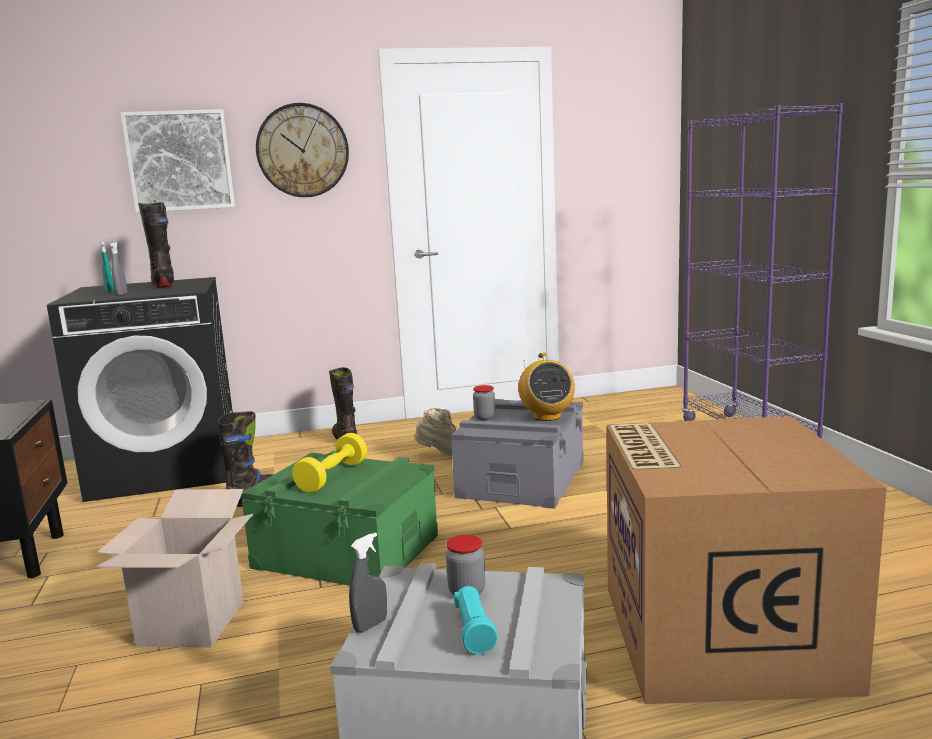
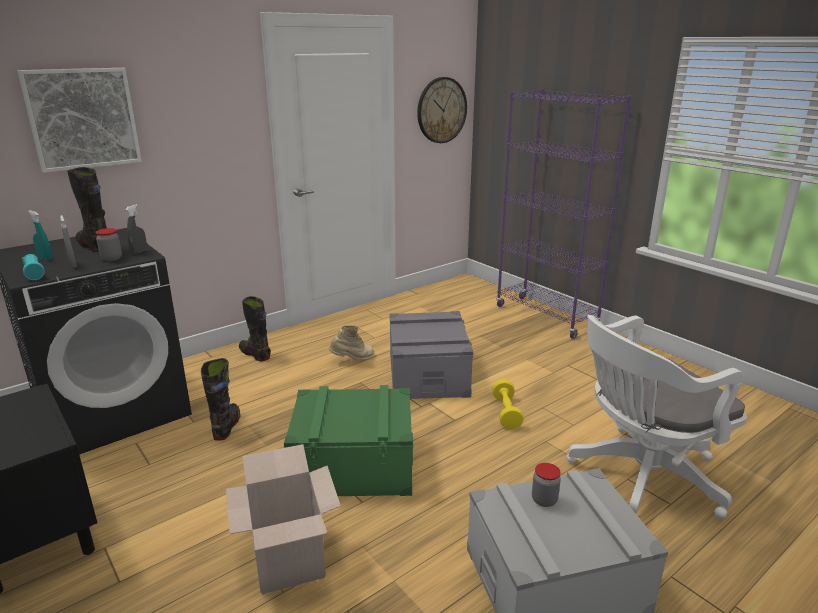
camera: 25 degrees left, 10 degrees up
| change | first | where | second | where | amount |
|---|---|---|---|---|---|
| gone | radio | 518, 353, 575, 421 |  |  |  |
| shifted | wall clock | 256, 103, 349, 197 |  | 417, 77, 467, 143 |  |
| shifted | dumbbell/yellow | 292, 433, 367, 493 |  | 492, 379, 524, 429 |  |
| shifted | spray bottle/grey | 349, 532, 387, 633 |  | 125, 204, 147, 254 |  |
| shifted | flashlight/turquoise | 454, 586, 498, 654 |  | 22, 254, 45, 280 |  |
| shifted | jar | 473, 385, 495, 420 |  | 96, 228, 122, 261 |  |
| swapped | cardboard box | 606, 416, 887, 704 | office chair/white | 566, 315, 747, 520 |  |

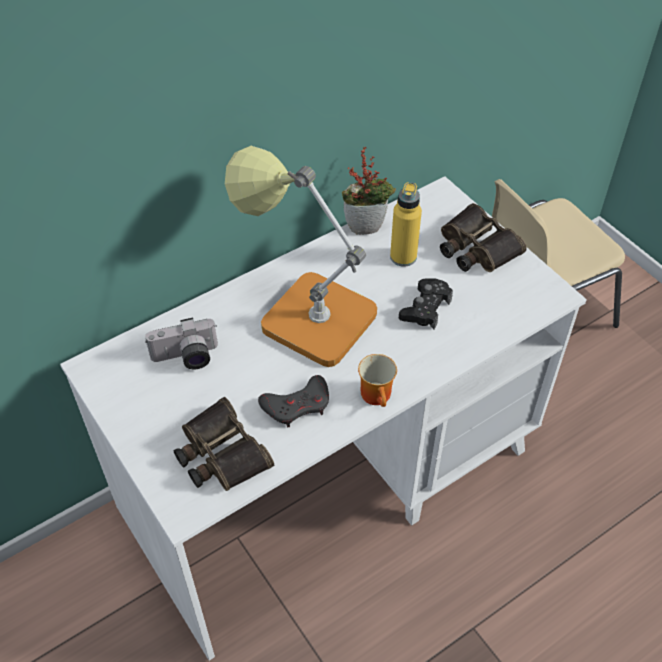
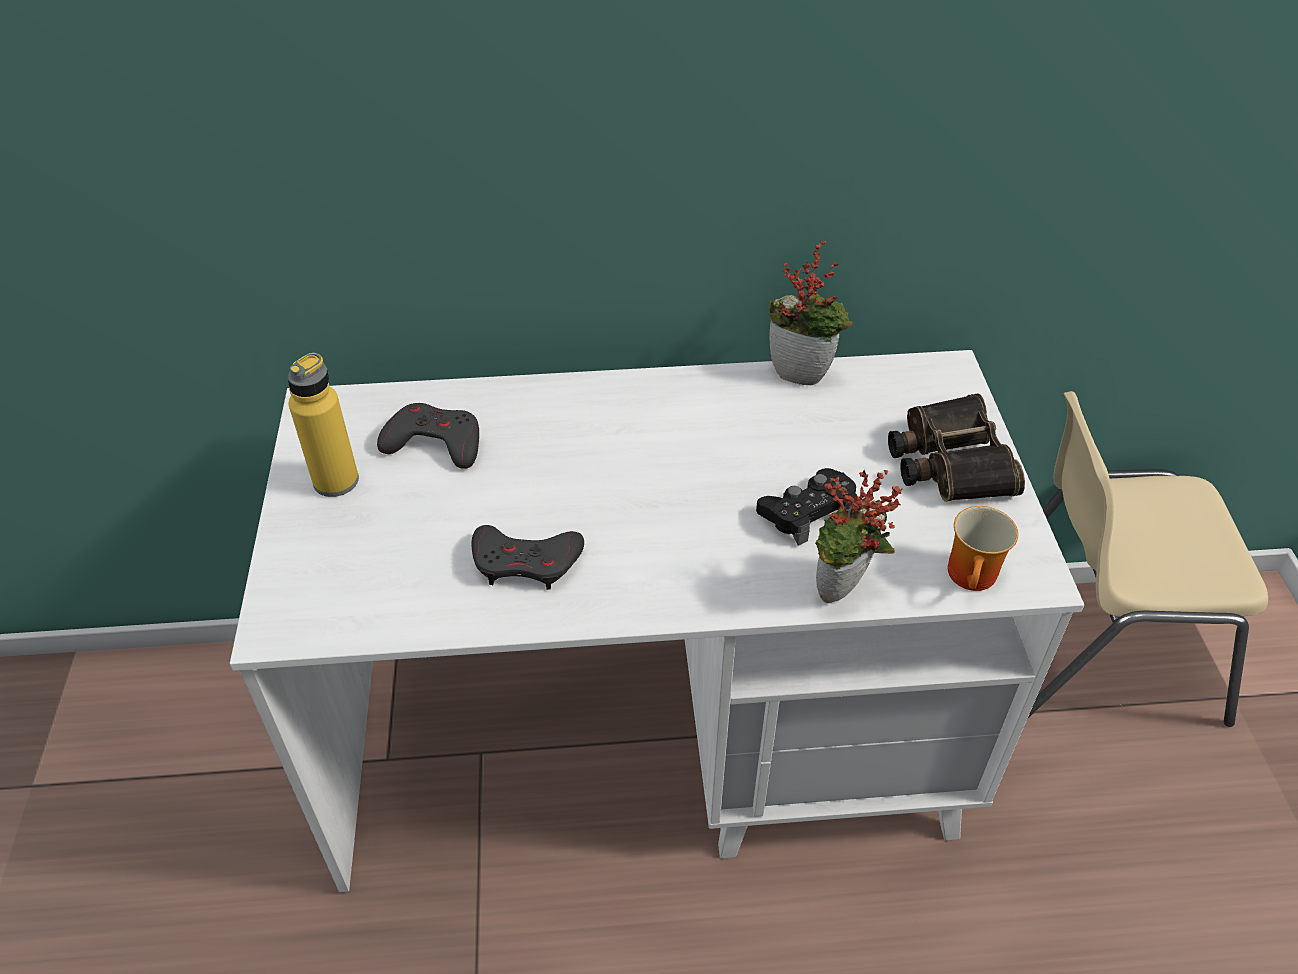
camera: 30 degrees right, 5 degrees down
| change | first | where | second | where | amount |
|---|---|---|---|---|---|
| gone | binoculars | 173, 397, 274, 491 |  |  |  |
| gone | table lamp | 225, 146, 377, 367 |  |  |  |
| new |  |  | potted plant | 815, 470, 903, 603 |  |
| shifted | mug | 358, 354, 397, 407 |  | 948, 506, 1019, 591 |  |
| shifted | bottle/yellow | 390, 182, 422, 267 |  | 288, 353, 359, 497 |  |
| swapped | photo camera | 145, 317, 218, 369 | game controller/grey | 377, 403, 479, 469 |  |

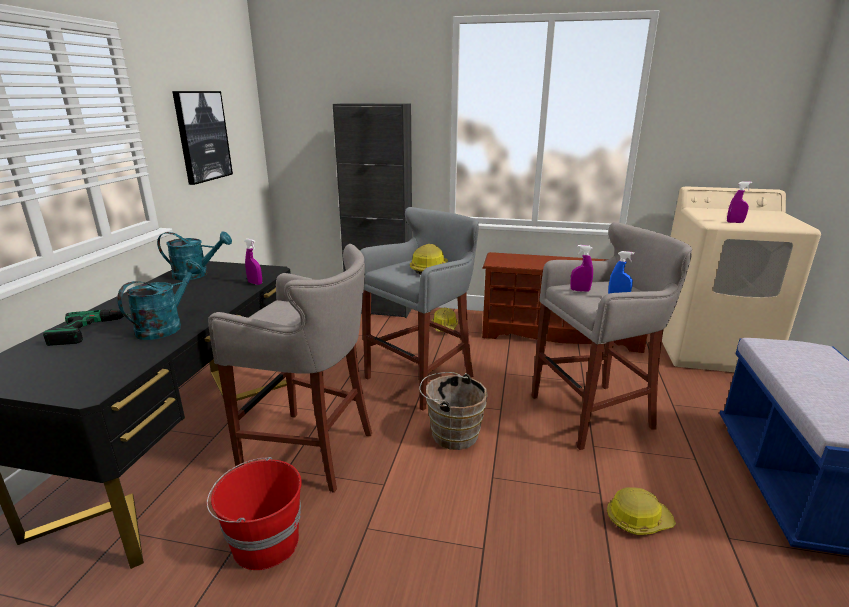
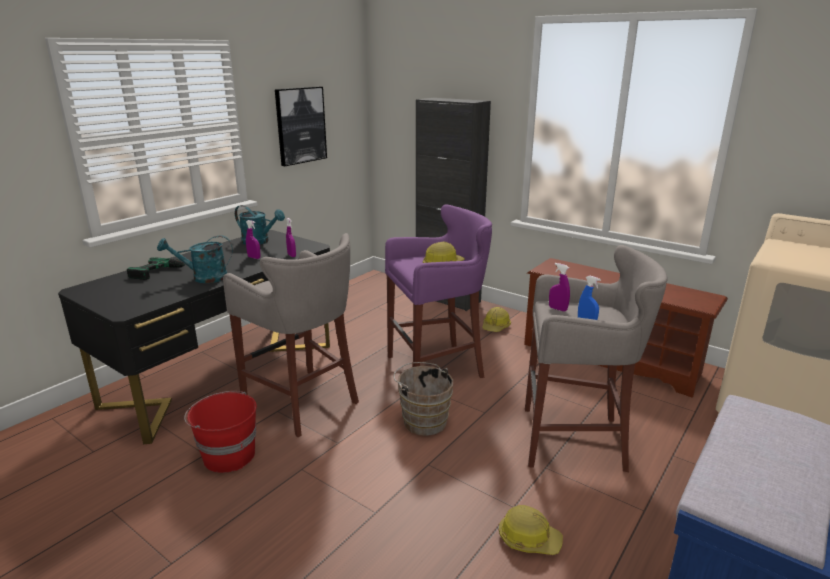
camera: 25 degrees right, 0 degrees up
| change | first | where | second | where | amount |
|---|---|---|---|---|---|
| shifted | spray bottle/purple | 727, 181, 753, 223 |  | 246, 220, 261, 259 |  |
| repainted | stool/grey | 360, 207, 479, 411 | stool/purple | 385, 204, 492, 378 |  |
| rotated | watering can/turquoise | 117, 260, 202, 340 |  | 157, 235, 233, 283 | 150 degrees counterclockwise |

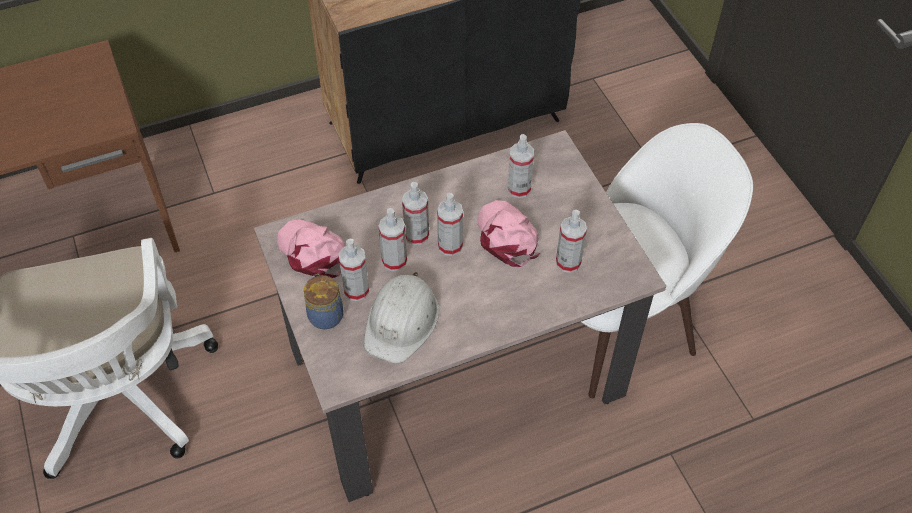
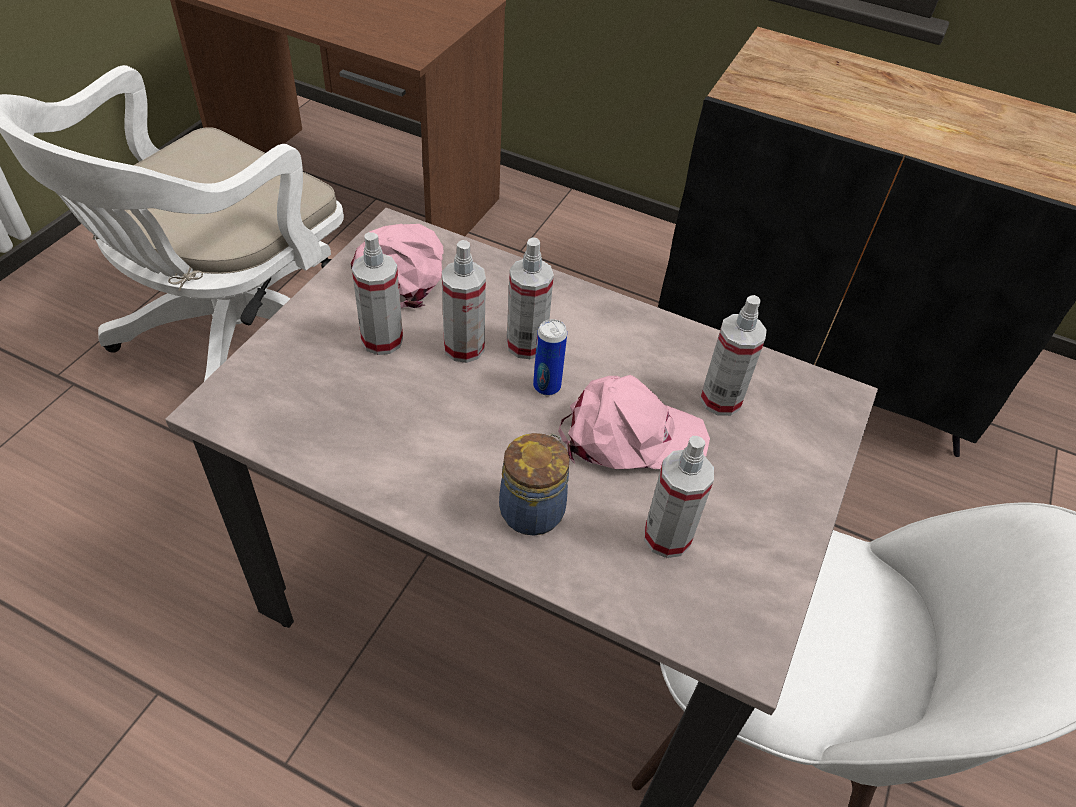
camera: 45 degrees right, 5 degrees down
| change | first | where | second | where | amount |
|---|---|---|---|---|---|
| gone | hard hat/white | 364, 272, 439, 364 |  |  |  |
| shifted | jar | 304, 274, 344, 329 |  | 499, 433, 570, 536 |  |
| swapped | spray bottle | 437, 193, 463, 256 | can | 533, 319, 567, 396 |  |
| rotated | cap/pink | 478, 200, 540, 267 |  | 558, 375, 710, 469 | 60 degrees clockwise |

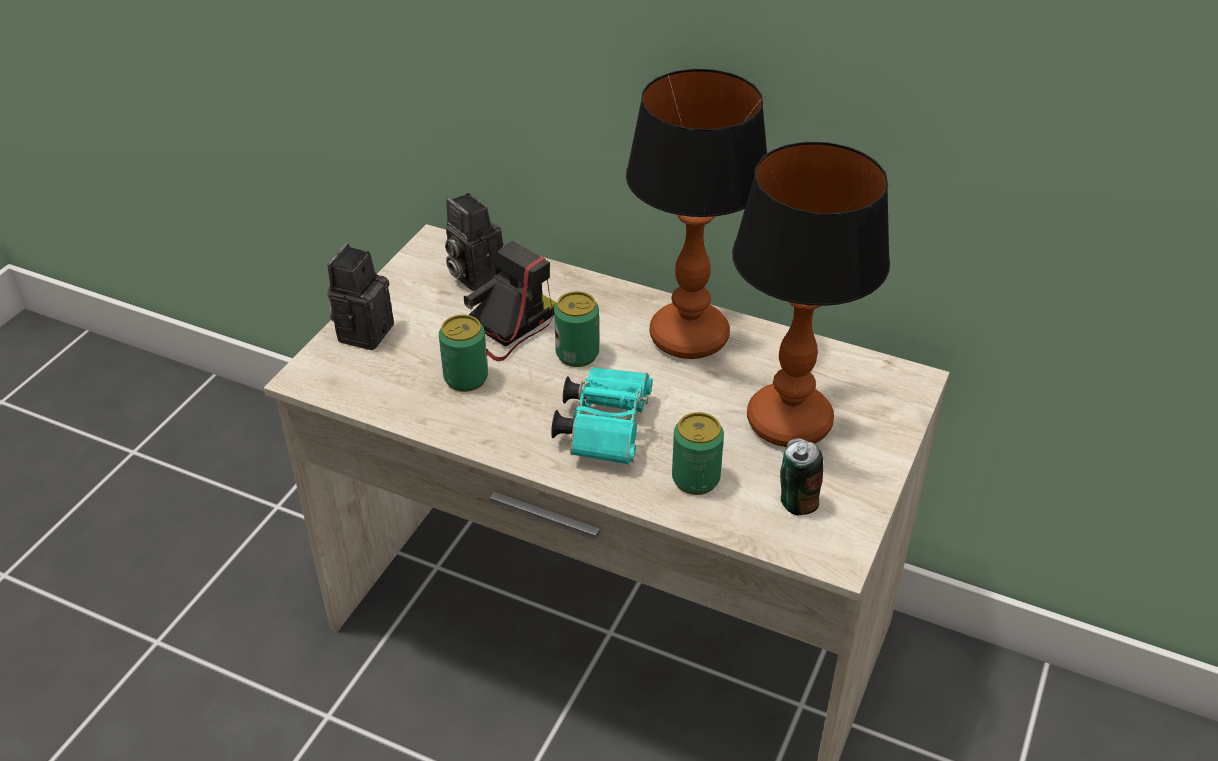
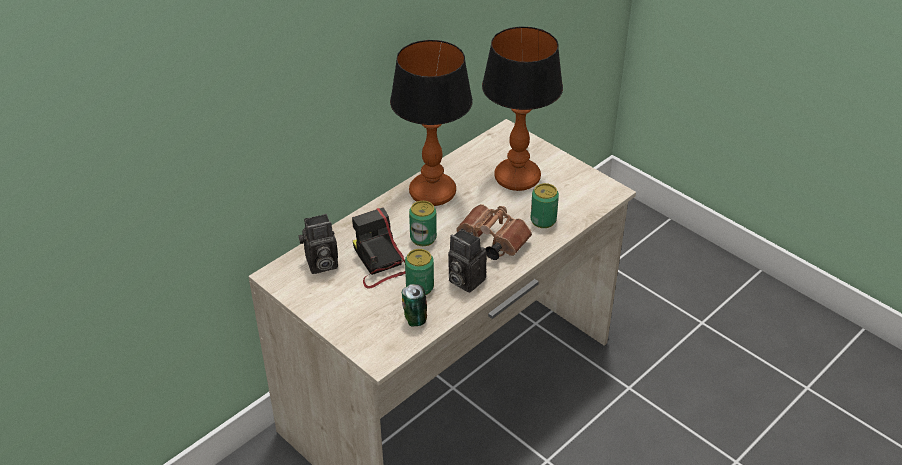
camera: 70 degrees left, 0 degrees up
| change | first | where | second | where | amount |
|---|---|---|---|---|---|
| shifted | photo camera | 328, 243, 394, 350 |  | 448, 229, 487, 293 |  |
| shifted | can | 780, 438, 823, 515 |  | 402, 284, 427, 326 |  |
| repainted | binoculars/turquoise | 551, 367, 653, 465 | binoculars/brown | 456, 204, 532, 260 |  |

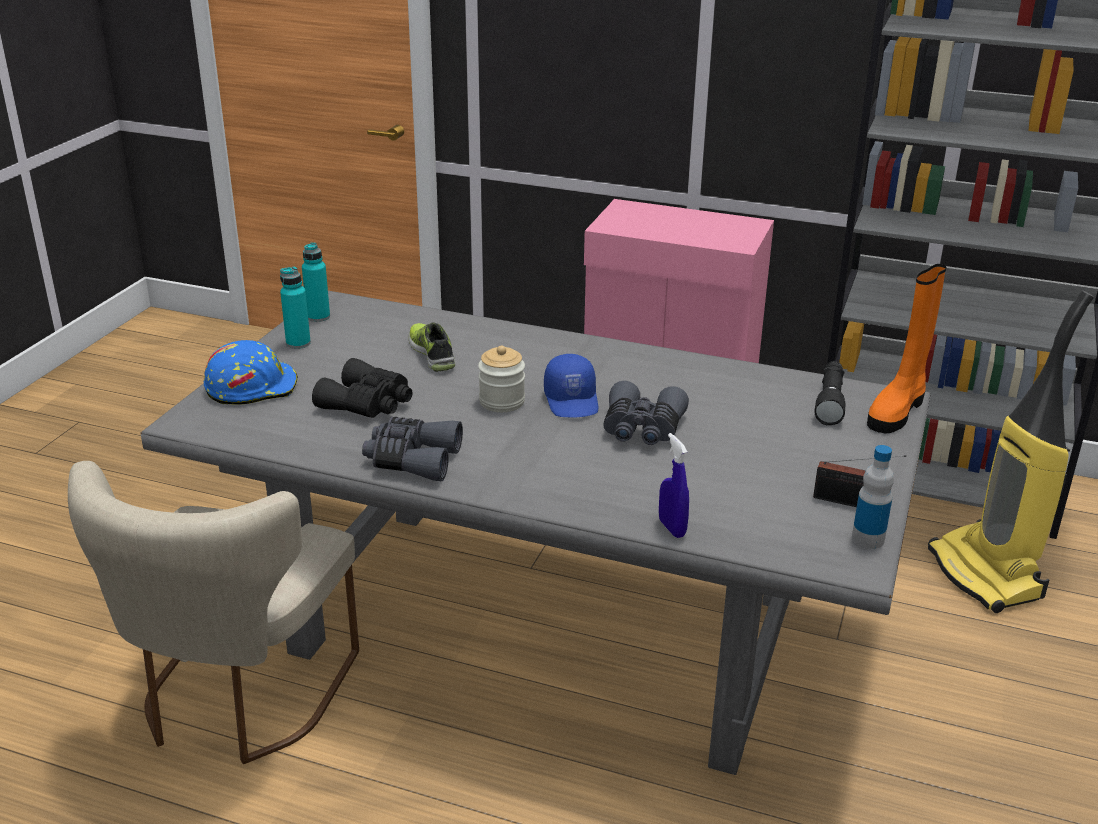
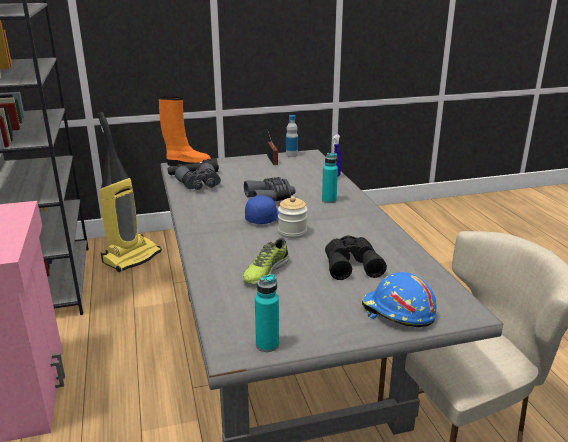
camera: 125 degrees left, 5 degrees down
| change | first | where | second | where | amount |
|---|---|---|---|---|---|
| shifted | bottle/turquoise | 280, 267, 311, 349 |  | 322, 153, 338, 203 |  |
| shifted | binoculars/grey | 362, 417, 463, 481 |  | 175, 163, 221, 190 |  |

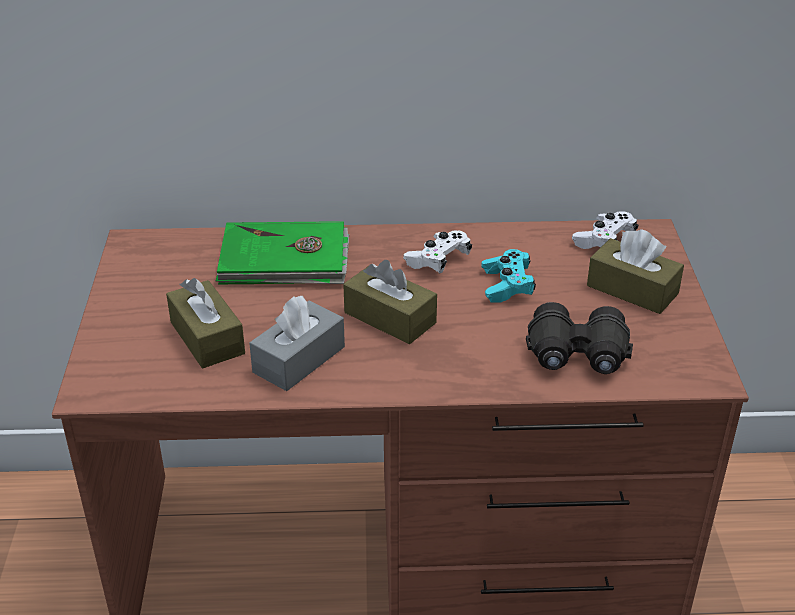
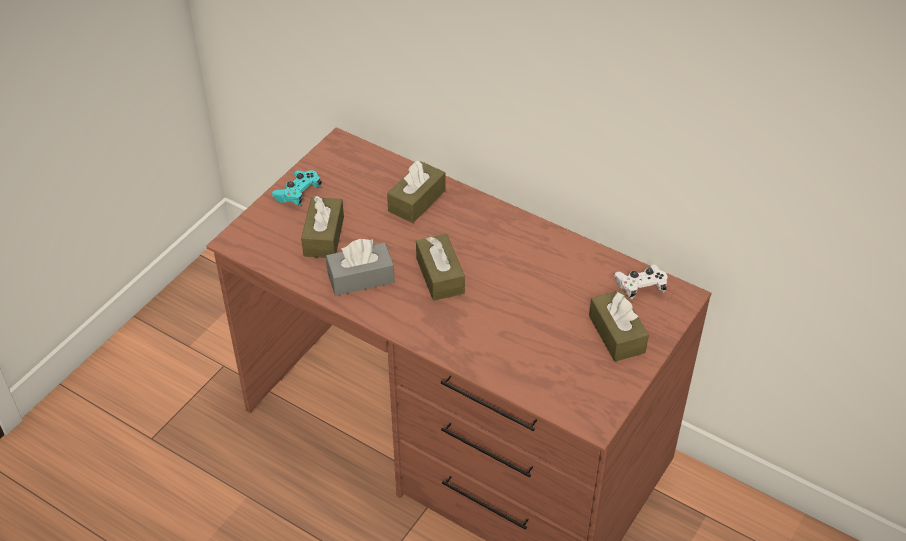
camera: 35 degrees right, 10 degrees up
| change | first | where | second | where | amount |
|---|---|---|---|---|---|
| gone | game controller/white | 403, 231, 472, 273 |  |  |  |
| gone | binoculars/black | 526, 302, 633, 374 |  |  |  |
| shifted | game controller/turquoise | 481, 249, 536, 303 |  | 272, 170, 322, 206 |  |
| swapped | book/green | 216, 221, 349, 285 | tissue box/brown | 387, 160, 446, 223 |  |

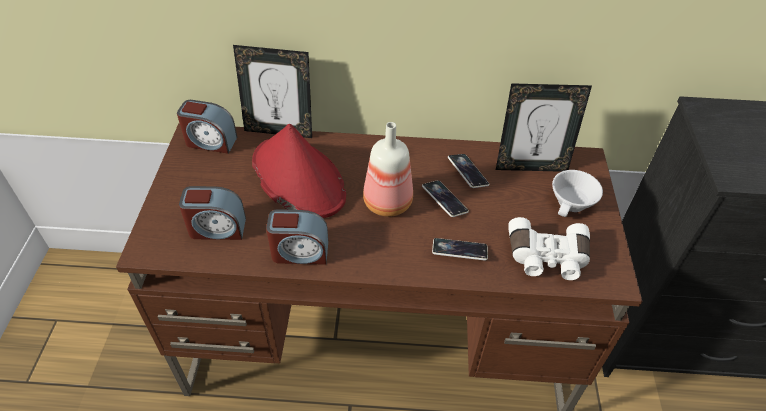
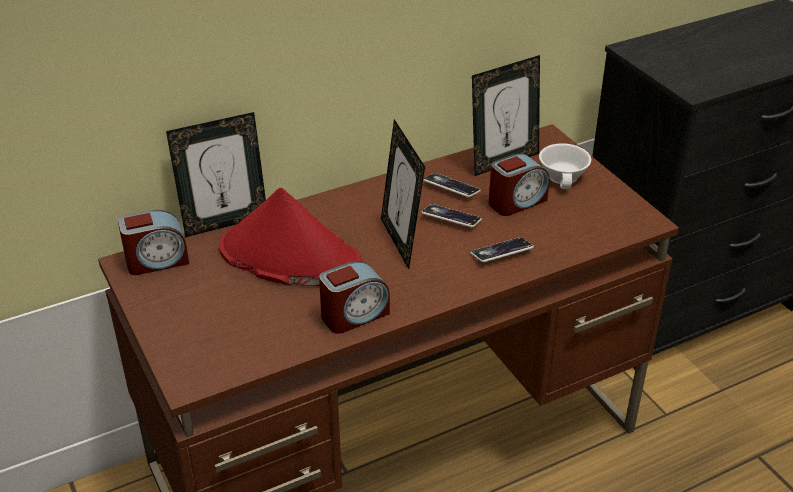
camera: 30 degrees left, 10 degrees down
| change | first | where | second | where | amount |
|---|---|---|---|---|---|
| gone | binoculars/white | 508, 217, 590, 280 |  |  |  |
| shifted | alarm clock | 179, 186, 246, 240 |  | 488, 153, 549, 216 |  |
| swapped | bottle | 363, 122, 413, 217 | picture frame | 381, 119, 425, 269 |  |

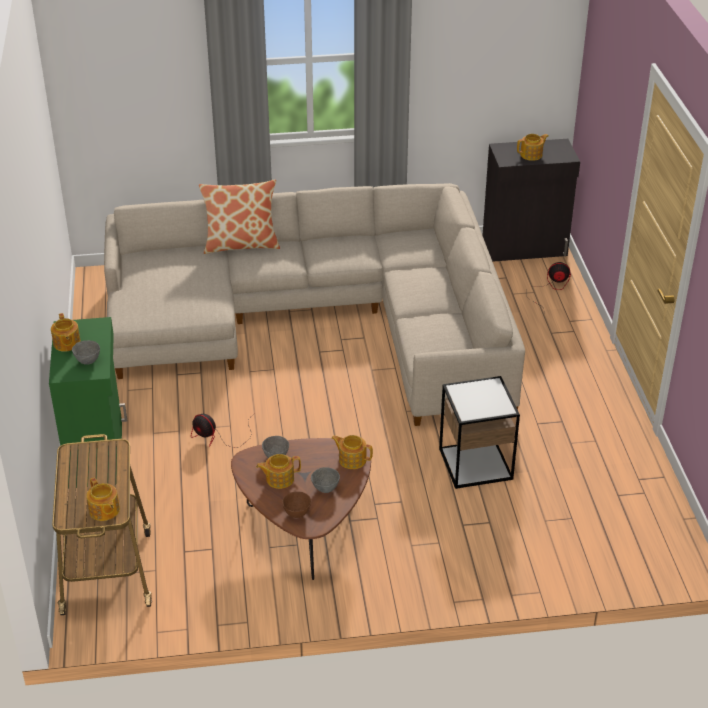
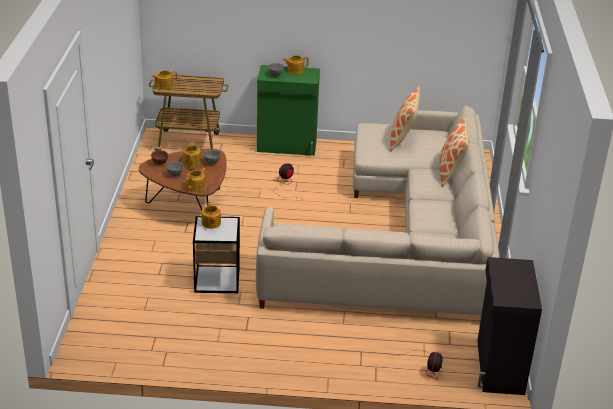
camera: 100 degrees right, 5 degrees down
| change | first | where | second | where | amount |
|---|---|---|---|---|---|
| new |  |  | pillow | 390, 86, 420, 152 |  |
| shifted | teapot | 517, 134, 549, 161 |  | 202, 202, 221, 229 |  |

